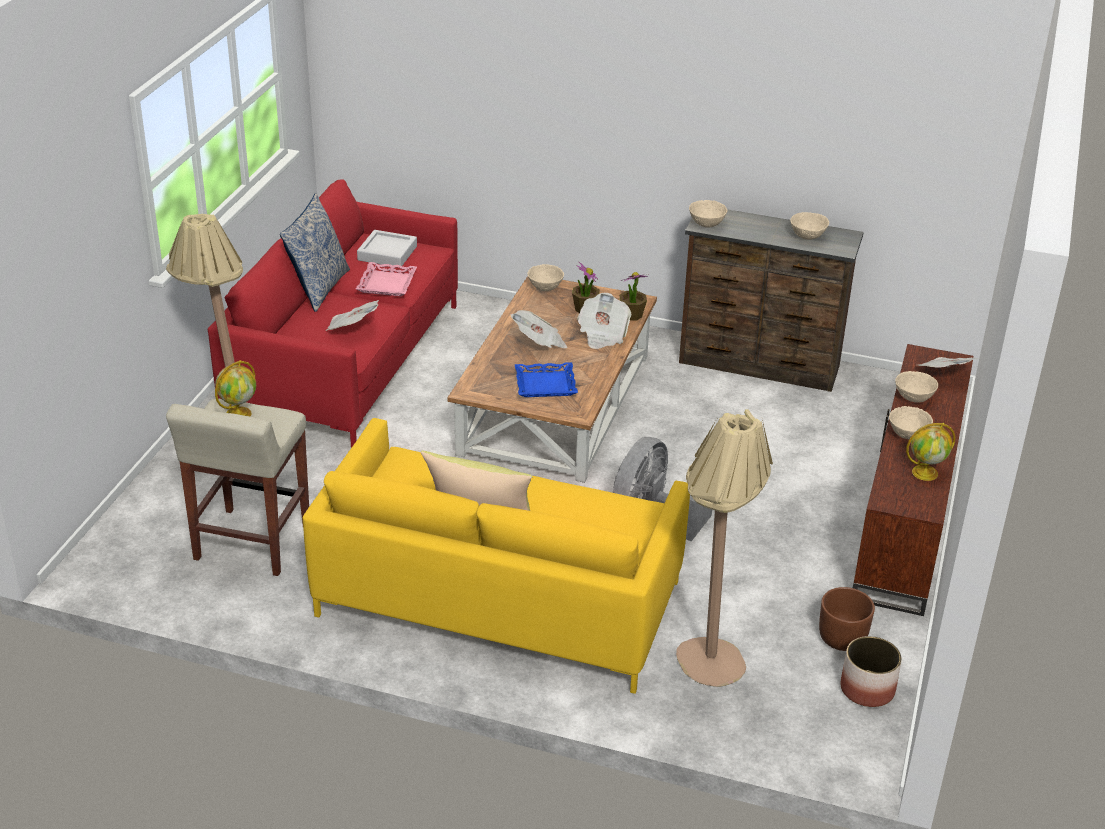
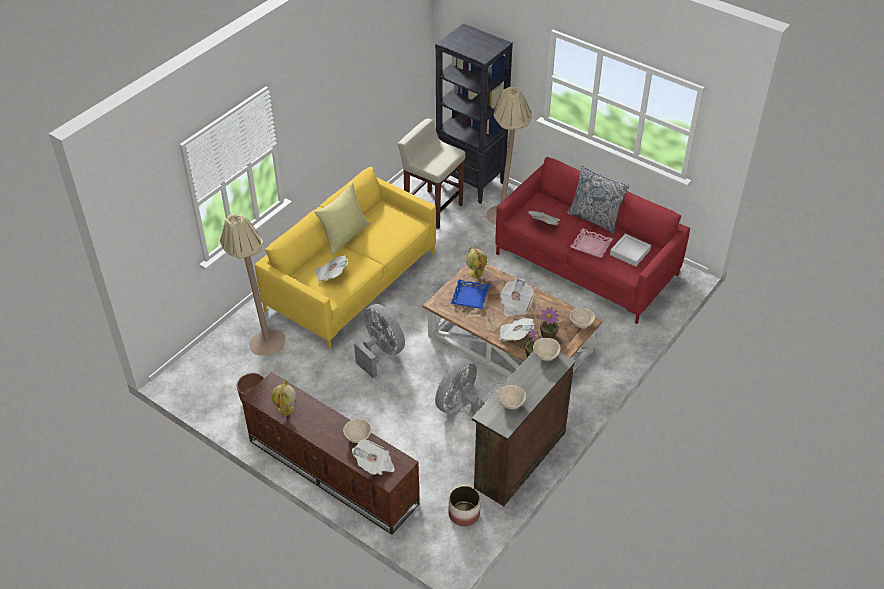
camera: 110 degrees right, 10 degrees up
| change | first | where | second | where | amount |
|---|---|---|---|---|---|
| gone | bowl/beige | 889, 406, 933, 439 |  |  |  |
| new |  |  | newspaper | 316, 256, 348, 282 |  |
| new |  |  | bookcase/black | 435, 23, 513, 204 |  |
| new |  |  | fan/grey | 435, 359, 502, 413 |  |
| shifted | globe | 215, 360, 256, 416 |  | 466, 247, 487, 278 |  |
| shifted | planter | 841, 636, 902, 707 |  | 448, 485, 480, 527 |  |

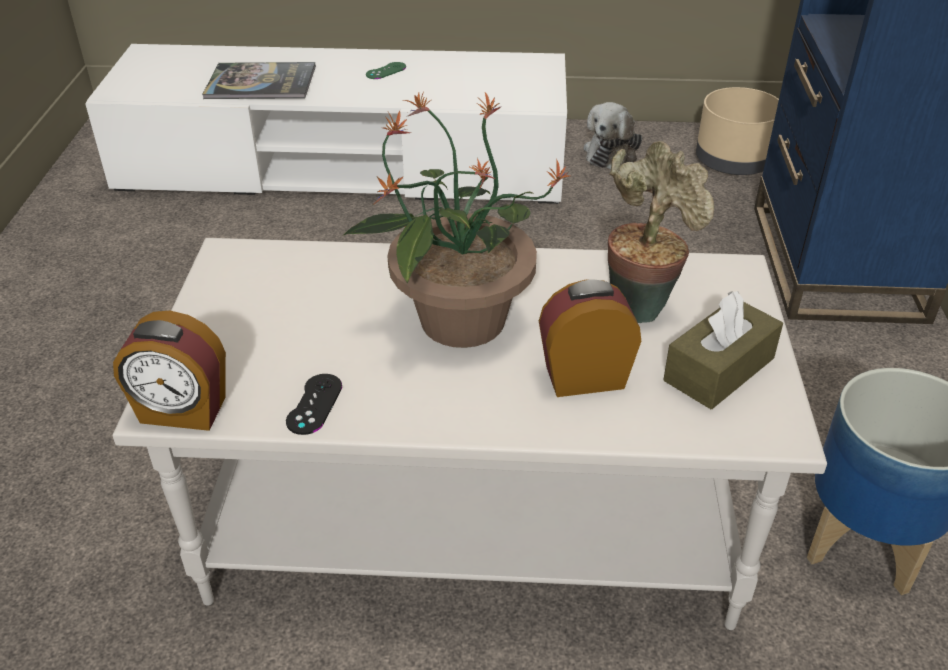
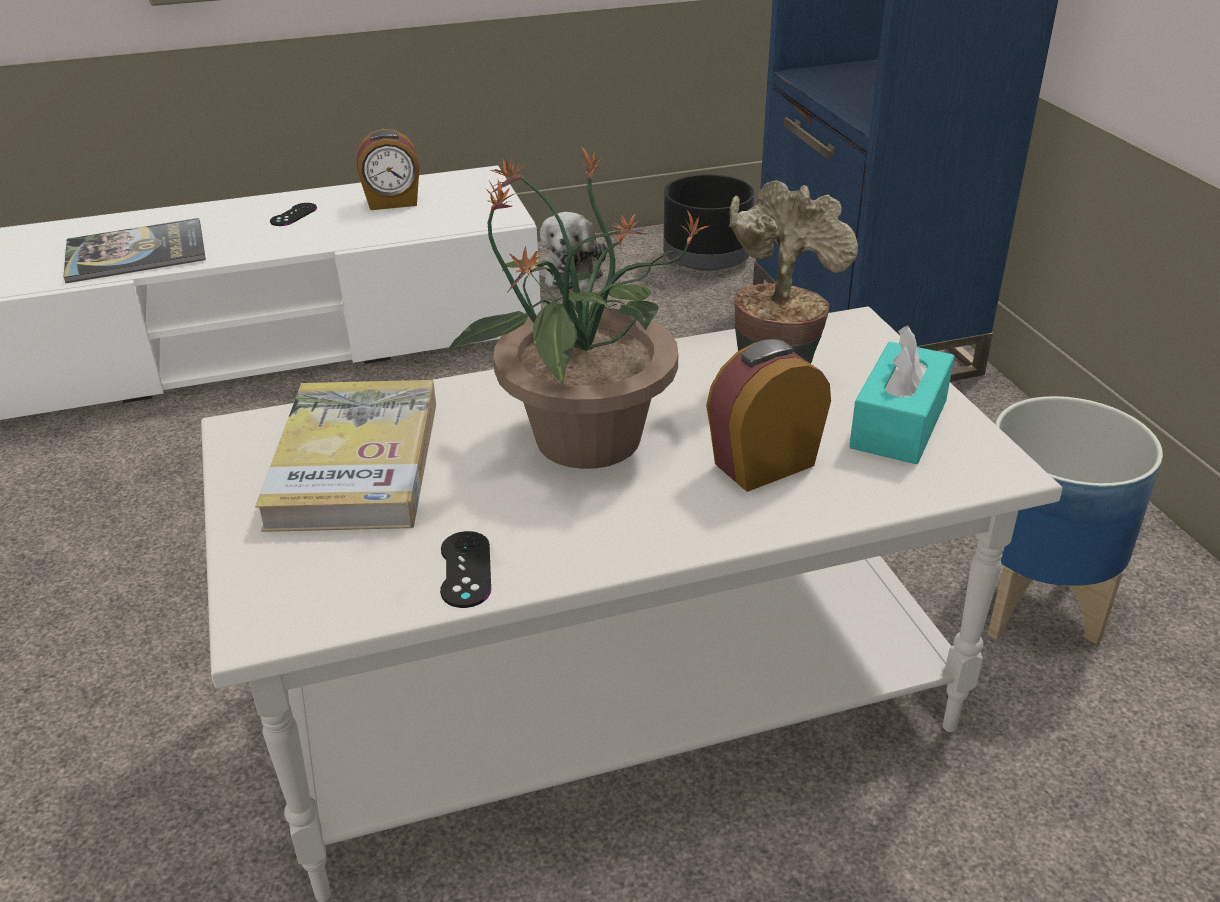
camera: 20 degrees left, 5 degrees down
| change | first | where | second | where | amount |
|---|---|---|---|---|---|
| new |  |  | book | 255, 380, 436, 532 |  |
| shifted | alarm clock | 113, 311, 226, 431 |  | 356, 129, 420, 210 |  |
| repainted | game controller/green | 366, 62, 406, 79 | game controller/black | 270, 203, 317, 226 |  |
| repainted | tissue box/brown | 663, 291, 783, 409 | tissue box/turquoise | 849, 326, 954, 464 |  |
| repainted | planter/beige | 696, 87, 779, 175 | planter/black | 663, 174, 755, 271 |  |

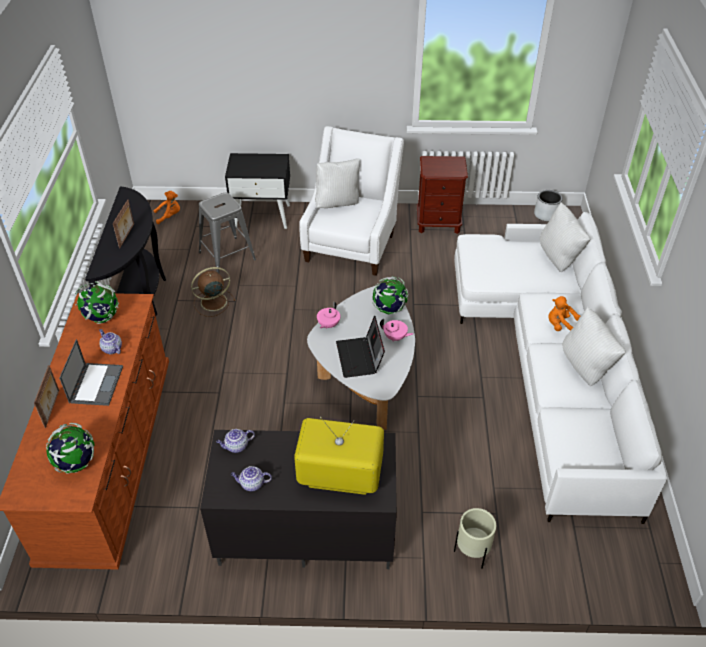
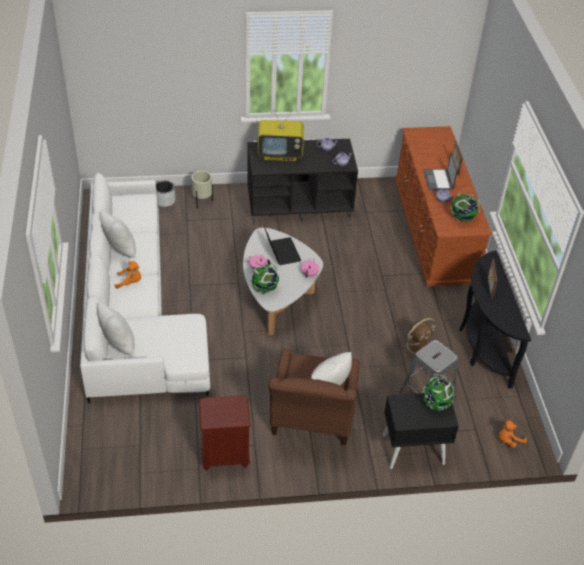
camera: 170 degrees right, 0 degrees up
| change | first | where | second | where | amount |
|---|---|---|---|---|---|
| shifted | globe | 46, 423, 94, 474 |  | 421, 374, 454, 411 |  |
| shifted | planter/grey | 534, 190, 563, 221 |  | 156, 180, 176, 207 |  |
| repainted | armchair/white | 299, 126, 404, 276 | armchair/brown | 269, 349, 360, 445 |  |

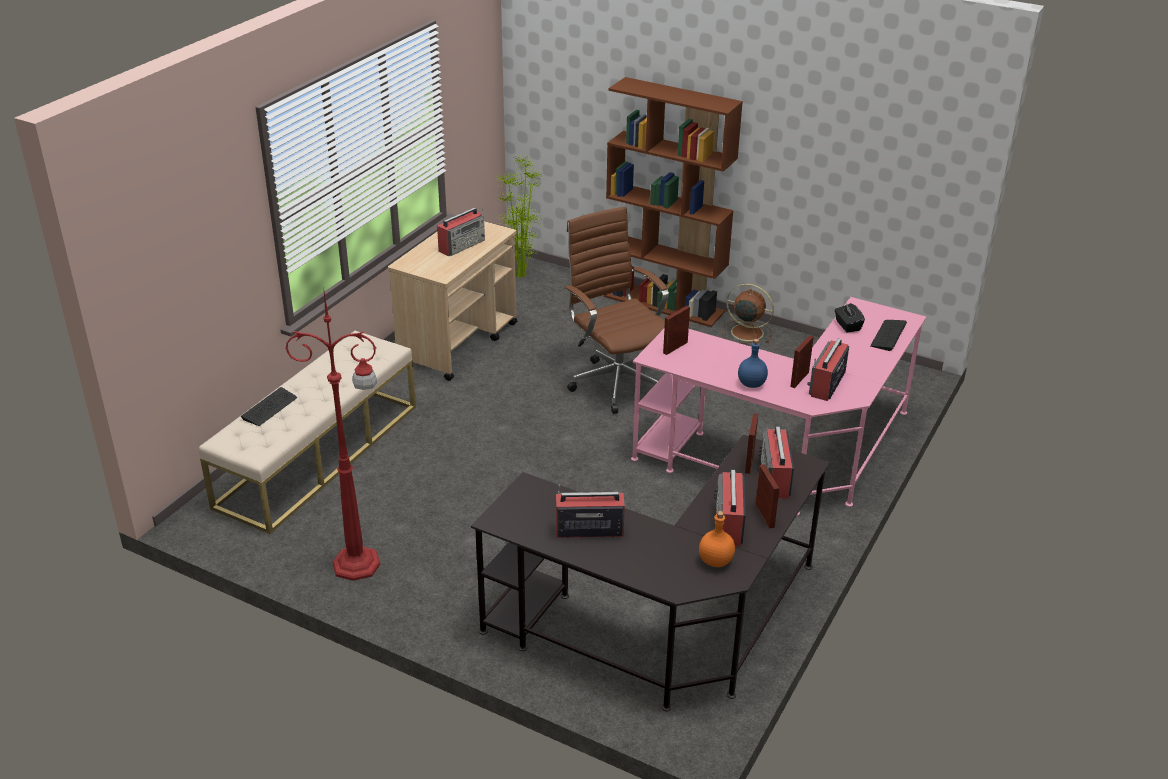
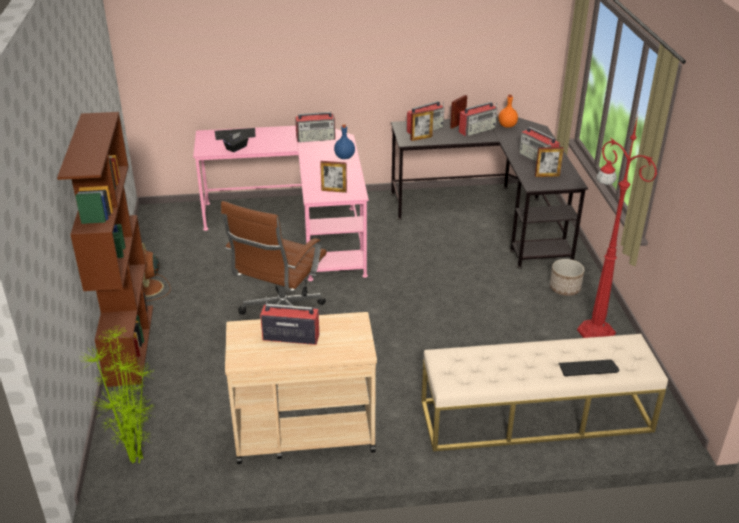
camera: 125 degrees left, 0 degrees up
| change | first | where | second | where | amount |
|---|---|---|---|---|---|
| new |  |  | planter | 550, 259, 584, 296 |  |
| shifted | picture frame | 790, 335, 814, 388 |  | 535, 147, 564, 177 |  |

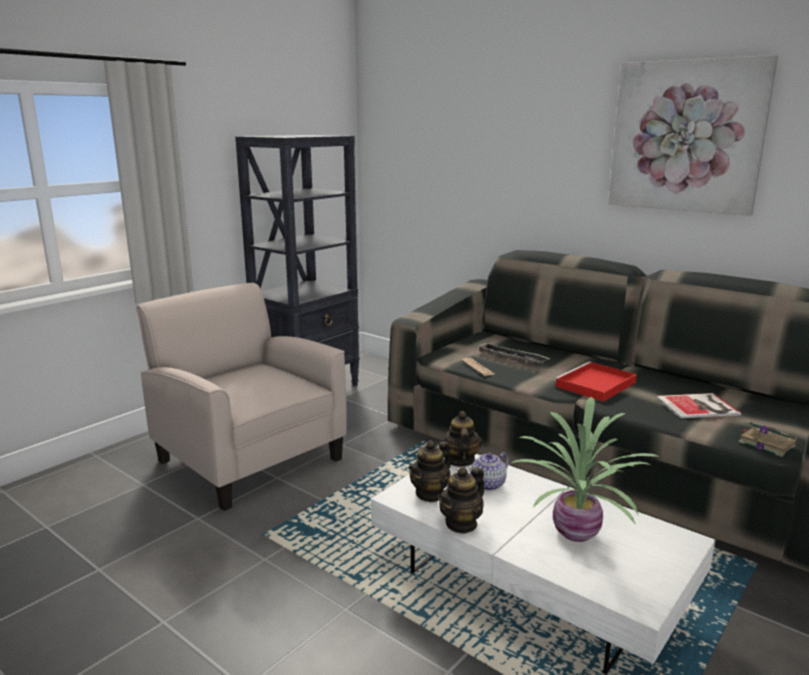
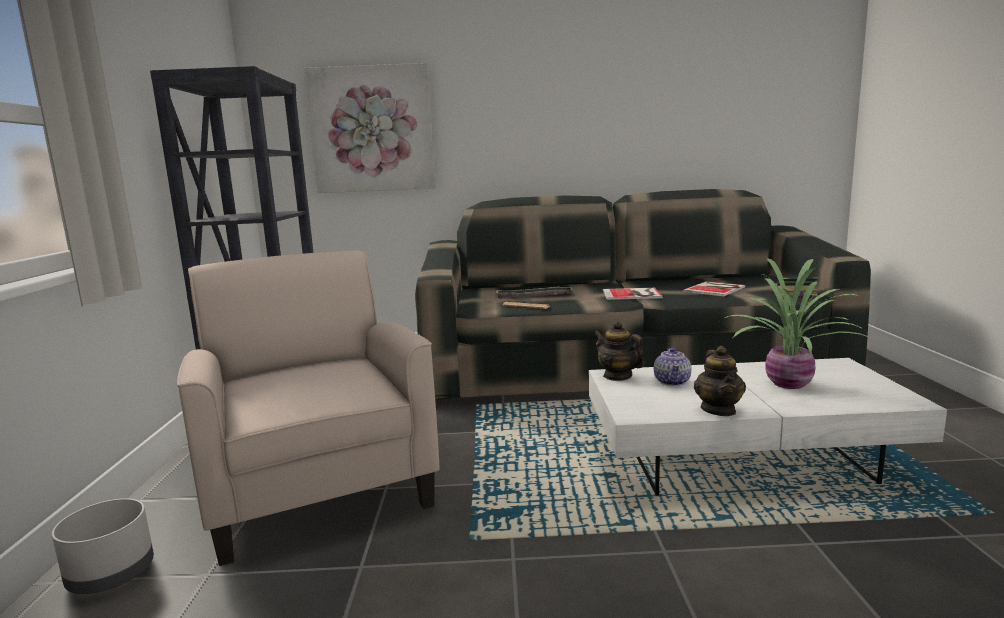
camera: 40 degrees left, 5 degrees down
| change | first | where | second | where | amount |
|---|---|---|---|---|---|
| gone | teapot | 408, 440, 451, 502 |  |  |  |
| new |  |  | planter/grey | 52, 498, 154, 594 |  |
| shifted | picture | 608, 55, 778, 216 |  | 304, 63, 436, 193 |  |
| swapped | tray/red | 554, 362, 637, 402 | book | 603, 288, 663, 300 |  |
| rotated | armchair/beige | 136, 283, 347, 511 |  | 177, 251, 439, 566 | 60 degrees clockwise |

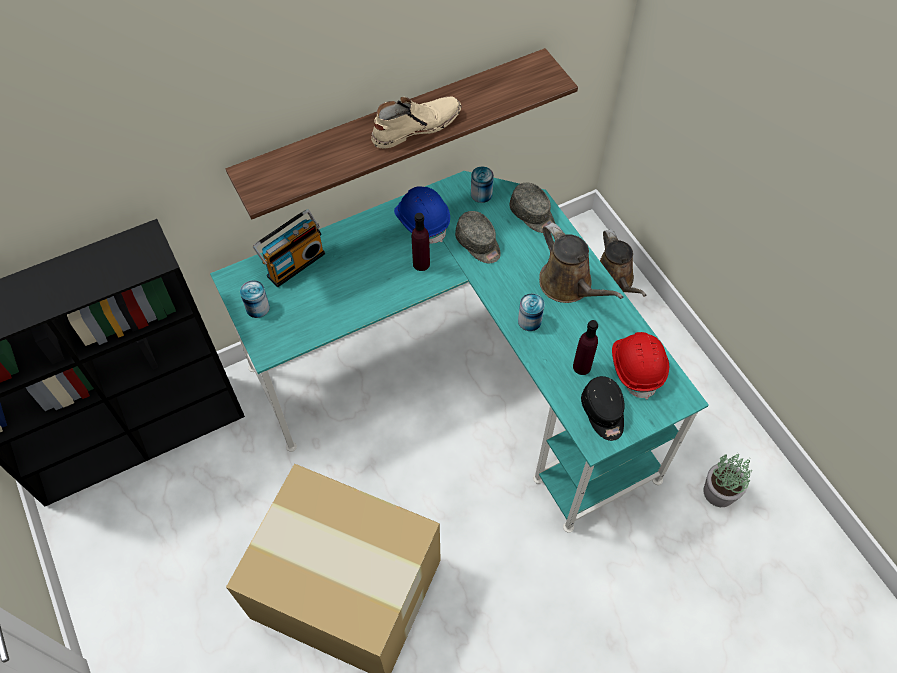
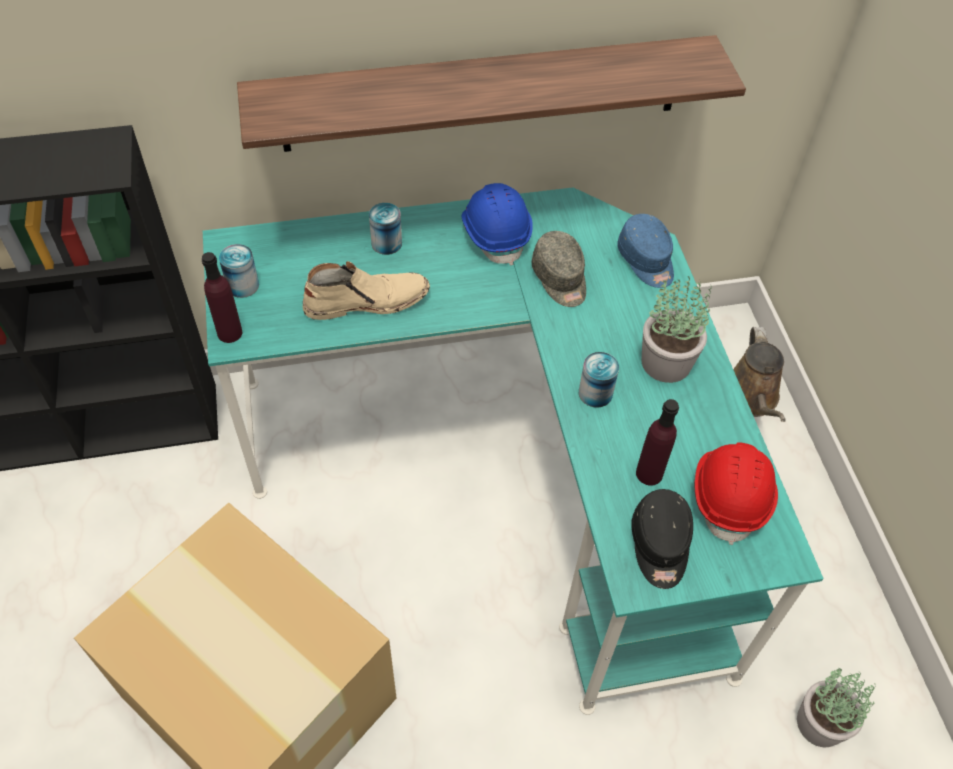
camera: 15 degrees right, 5 degrees down
| change | first | where | second | where | amount |
|---|---|---|---|---|---|
| gone | radio | 253, 209, 325, 287 |  |  |  |
| shifted | boot/beige | 371, 96, 461, 149 |  | 303, 261, 430, 320 |  |
| shifted | bottle/purple | 412, 213, 430, 271 |  | 202, 252, 242, 343 |  |
| shifted | can | 471, 167, 494, 203 |  | 369, 203, 402, 255 |  |
| swapped | watering can/brown | 539, 223, 623, 303 | potted plant | 641, 276, 712, 383 |  |
| repainted | cap/grey | 510, 183, 555, 233 | cap/blue | 617, 214, 674, 288 |  |

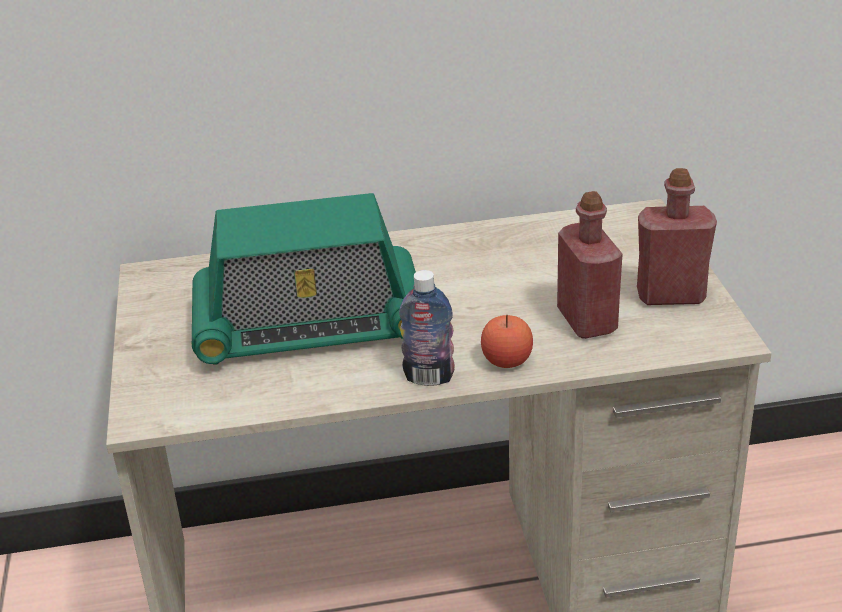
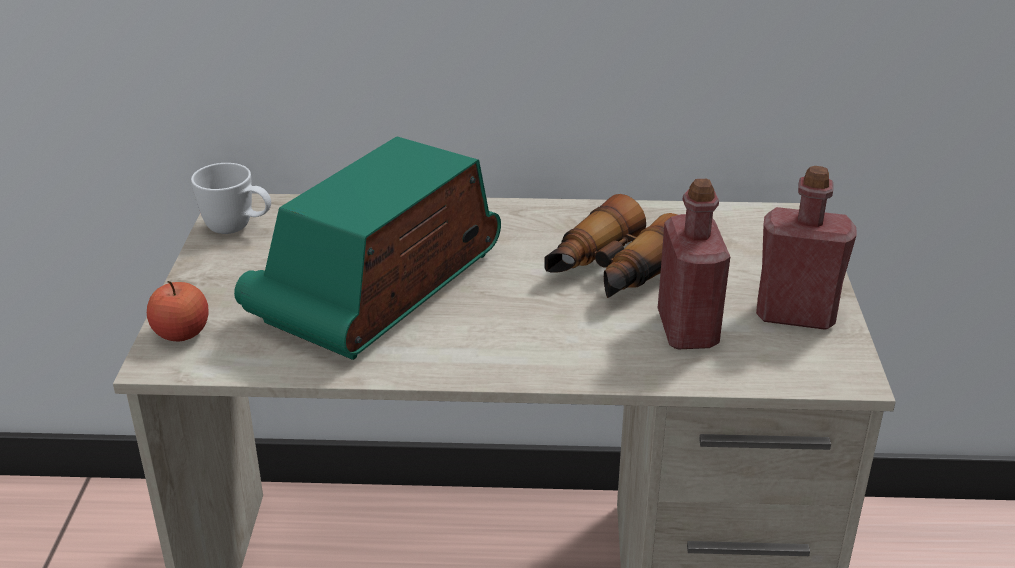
camera: 10 degrees right, 0 degrees up
| change | first | where | second | where | amount |
|---|---|---|---|---|---|
| gone | bottle | 399, 270, 455, 386 |  |  |  |
| new |  |  | mug/white | 191, 163, 271, 234 |  |
| new |  |  | binoculars | 544, 194, 678, 298 |  |
| shifted | apple | 481, 315, 533, 368 |  | 147, 281, 209, 341 |  |
| rotated | radio | 192, 193, 416, 365 |  | 234, 137, 501, 360 | 120 degrees clockwise |

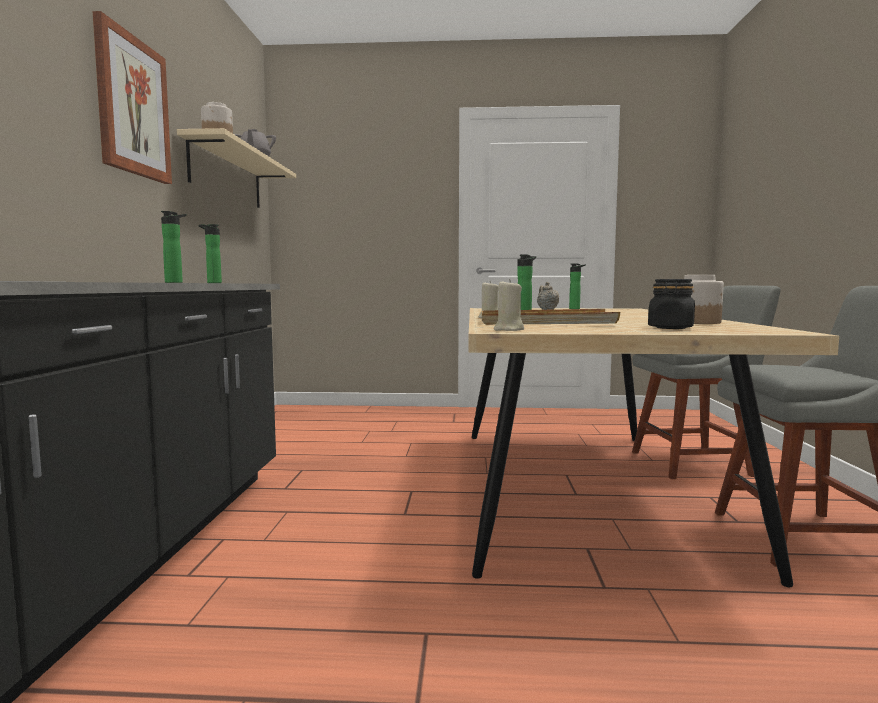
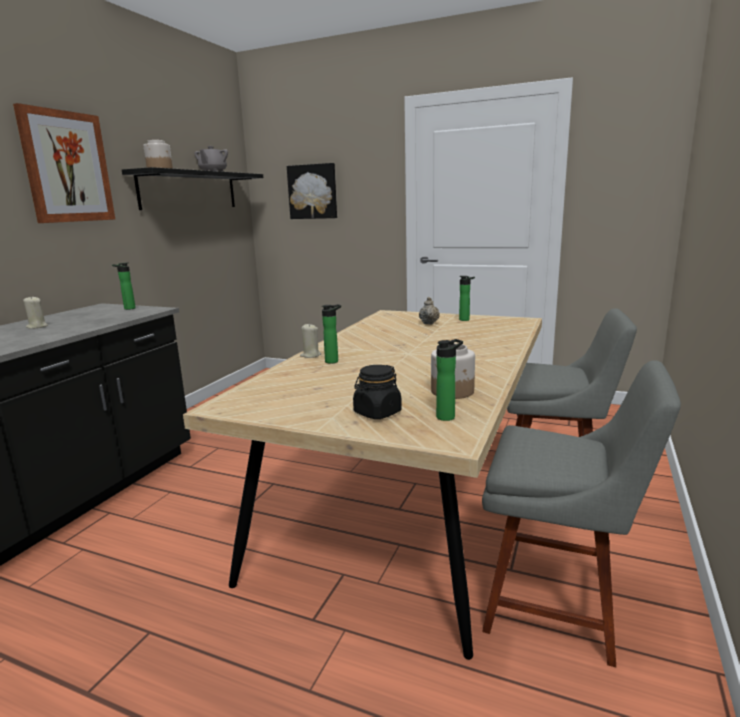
camera: 20 degrees right, 10 degrees up
| change | first | where | second | where | amount |
|---|---|---|---|---|---|
| gone | tray/beige | 482, 309, 620, 325 |  |  |  |
| new |  |  | picture | 287, 163, 337, 219 |  |
| shifted | bottle | 161, 211, 187, 283 |  | 436, 339, 463, 421 |  |
| shifted | candle/beige | 494, 279, 524, 331 |  | 23, 296, 48, 329 |  |
| repainted | shelf/beige | 177, 128, 296, 208 | shelf/black | 122, 167, 263, 210 |  |

